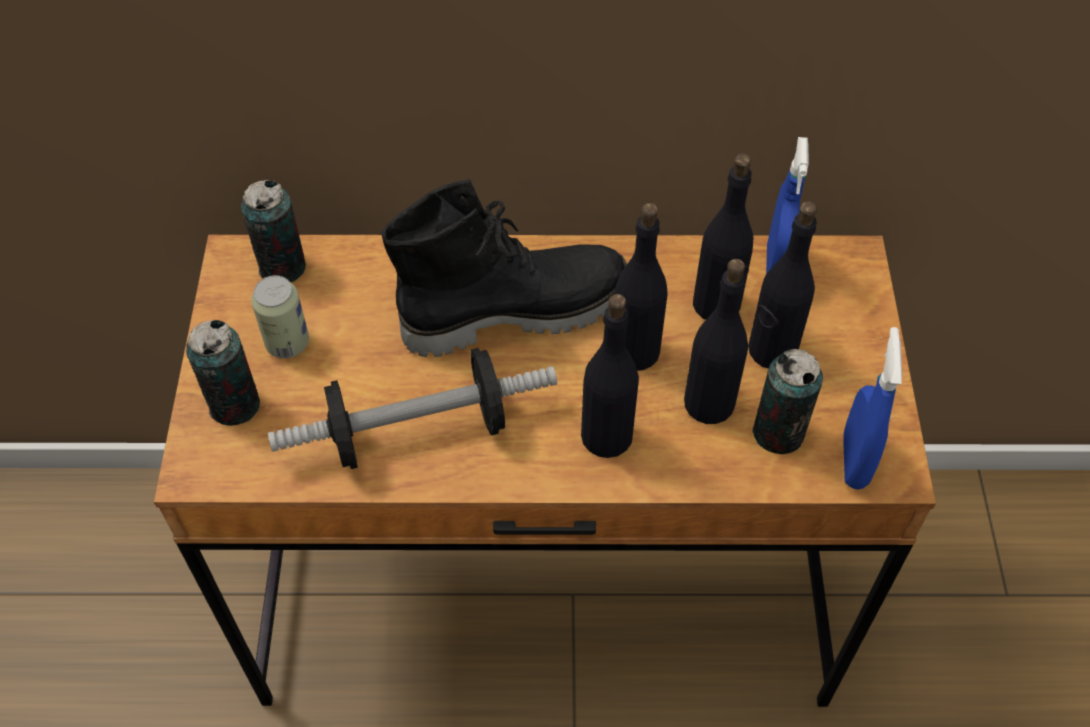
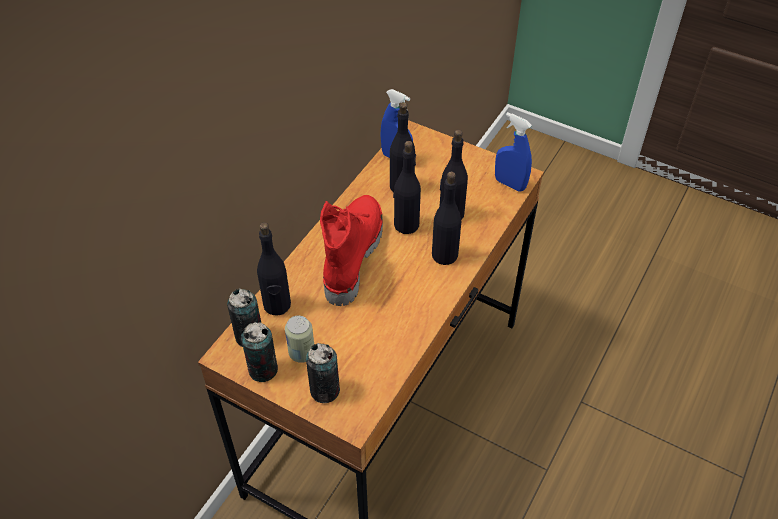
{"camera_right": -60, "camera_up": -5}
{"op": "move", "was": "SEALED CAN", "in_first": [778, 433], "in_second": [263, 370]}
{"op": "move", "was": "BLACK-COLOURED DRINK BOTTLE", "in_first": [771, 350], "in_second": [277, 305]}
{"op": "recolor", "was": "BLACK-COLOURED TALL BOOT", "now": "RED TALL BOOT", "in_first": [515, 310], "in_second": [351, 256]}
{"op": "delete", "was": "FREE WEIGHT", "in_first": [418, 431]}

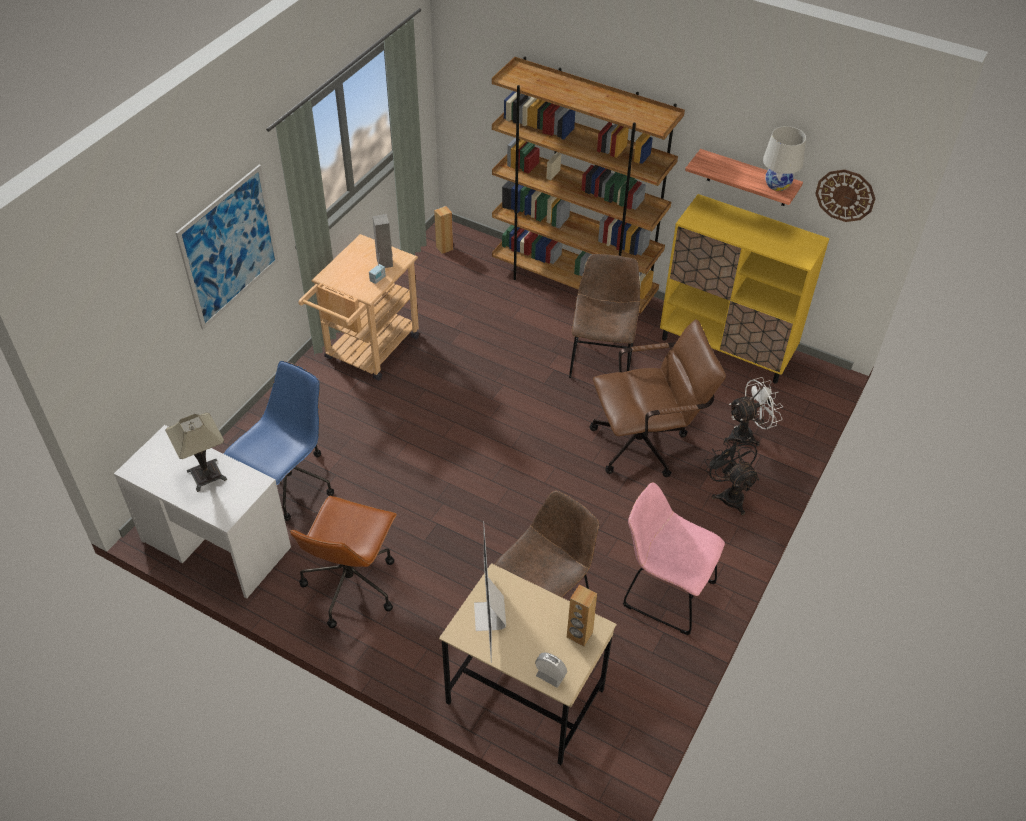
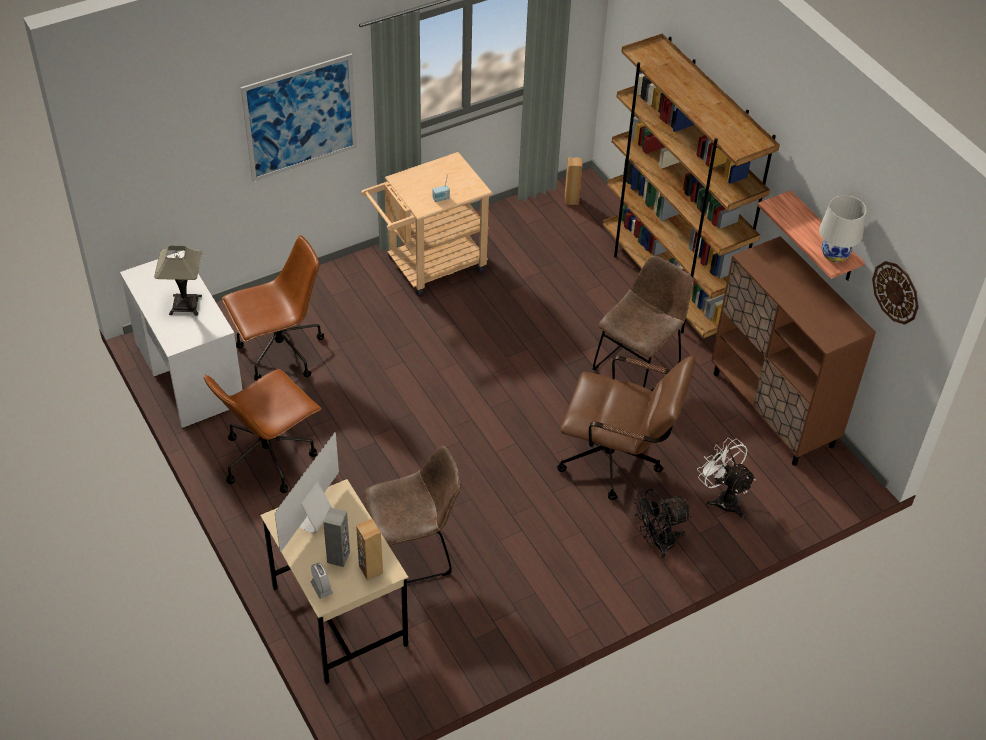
{"camera_right": 30, "camera_up": 0}
{"op": "recolor", "was": "BLUE COMPUTER CHAIR", "now": "BROWN-COLOURED COMPUTER CHAIR", "in_first": [289, 485], "in_second": [279, 353]}
{"op": "move", "was": "GREYISH SPEAKER", "in_first": [385, 262], "in_second": [339, 557]}
{"op": "rotate", "was": "BLACK-COLOURED FAN", "in_first": [728, 494], "in_second": [657, 543], "clockwise": -120}
{"op": "rotate", "was": "WHITISH FAN", "in_first": [747, 434], "in_second": [722, 498], "clockwise": -135}
{"op": "recolor", "was": "YELLOW-COLOURED CABINET", "now": "BROWN-COLOURED CABINET", "in_first": [727, 347], "in_second": [773, 410]}
{"op": "delete", "was": "PINKISH UPRIGHT CHAIR", "in_first": [664, 592]}

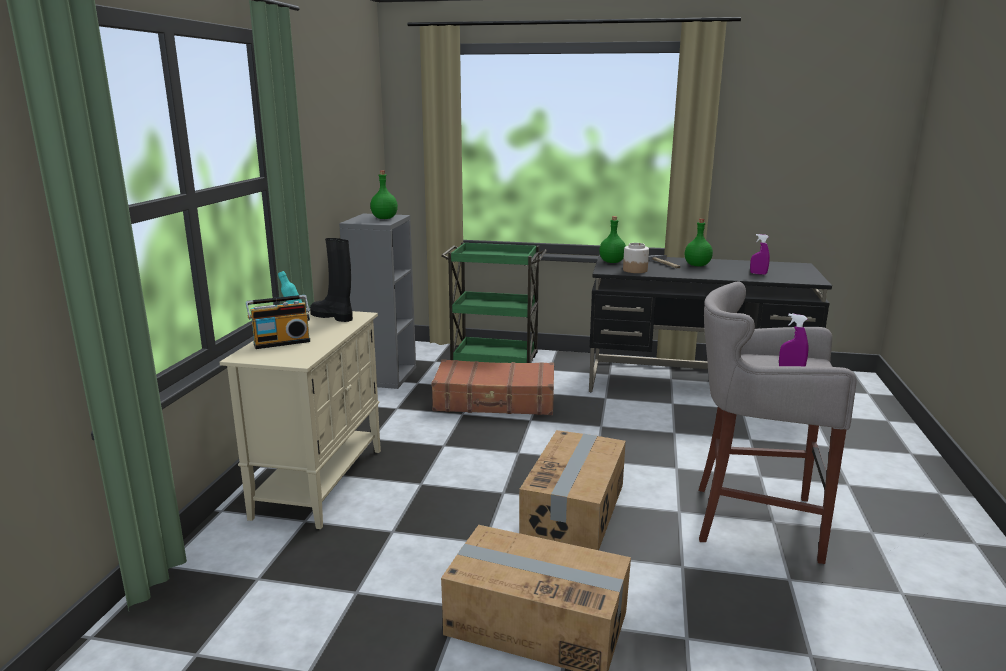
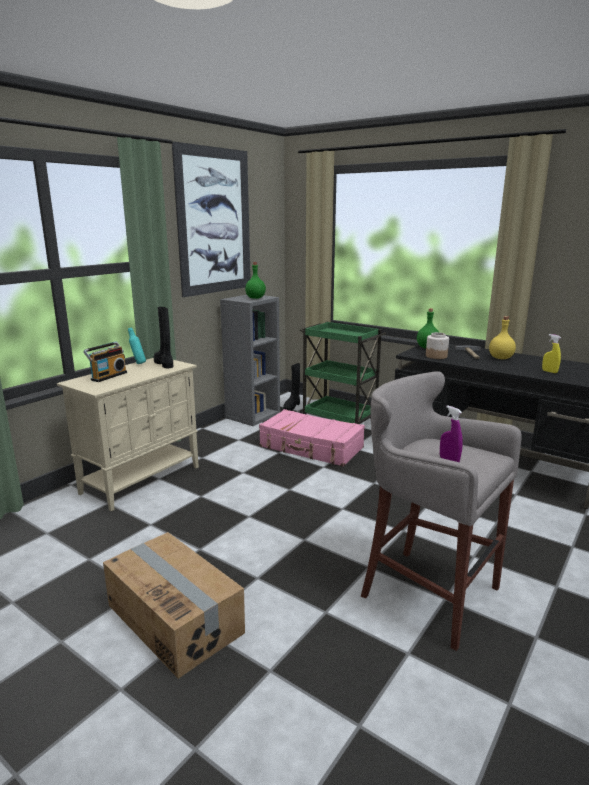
{"camera_right": 25, "camera_up": 0}
{"op": "rotate", "was": "RADIO RECEIVER", "in_first": [281, 342], "in_second": [108, 376], "clockwise": -60}
{"op": "insert", "now": "PICTURE", "in_second": [214, 222]}
{"op": "recolor", "was": "BROWN-COLOURED PIECE OF LUGGAGE", "now": "PINKISH PIECE OF LUGGAGE", "in_first": [495, 401], "in_second": [311, 447]}
{"op": "insert", "now": "BLACK-COLOURED TALL BOOT", "in_second": [292, 406]}
{"op": "recolor", "was": "GREEN-COLOURED DRINK BOTTLE", "now": "YELLOW-COLOURED DRINK BOTTLE", "in_first": [697, 265], "in_second": [500, 358]}
{"op": "recolor", "was": "PURPLISH SPRAYER", "now": "YELLOW-COLOURED SPRAYER", "in_first": [758, 274], "in_second": [549, 371]}
{"op": "delete", "was": "CARTON", "in_first": [575, 509]}

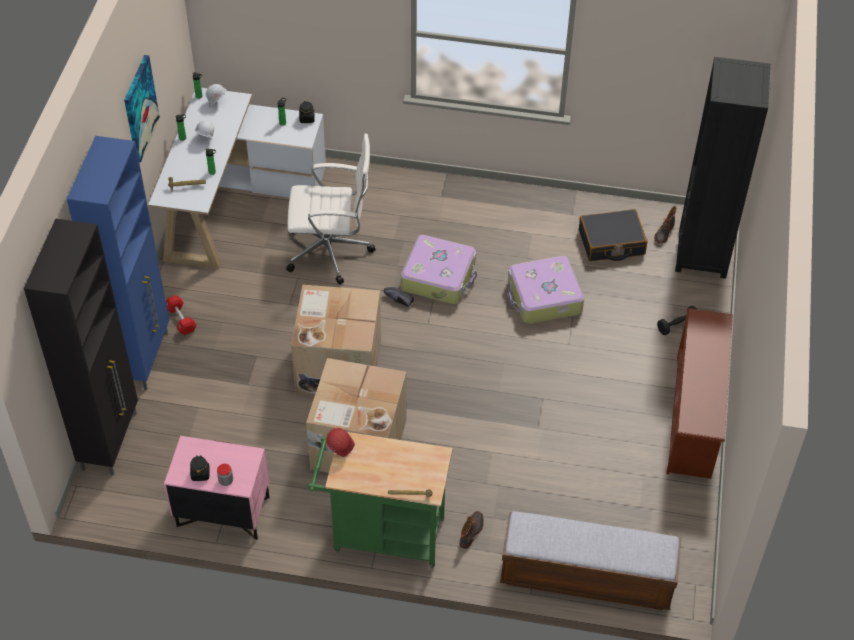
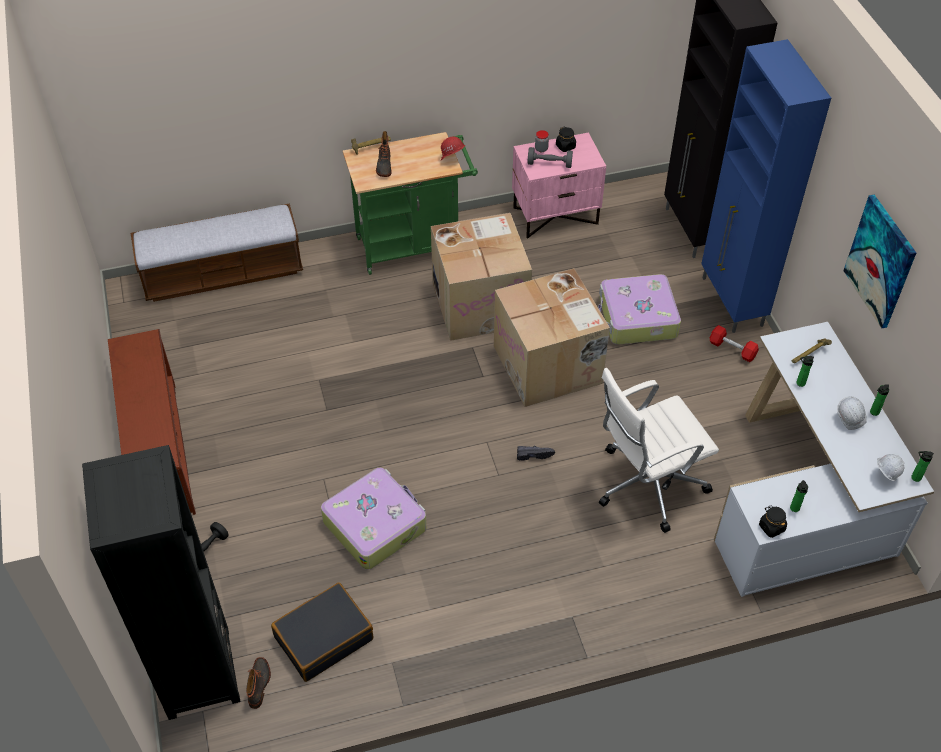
{"camera_right": 155, "camera_up": 0}
{"op": "move", "was": "TALL BOOT", "in_first": [472, 531], "in_second": [384, 165]}
{"op": "insert", "now": "GREYISH FREE WEIGHT", "in_second": [549, 164]}
{"op": "move", "was": "PIECE OF LUGGAGE", "in_first": [439, 276], "in_second": [637, 318]}

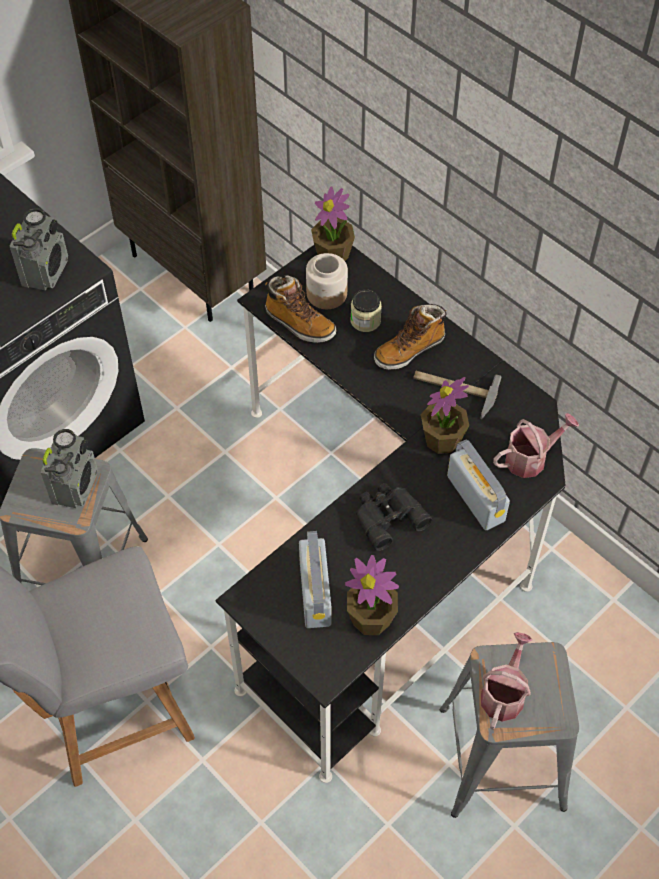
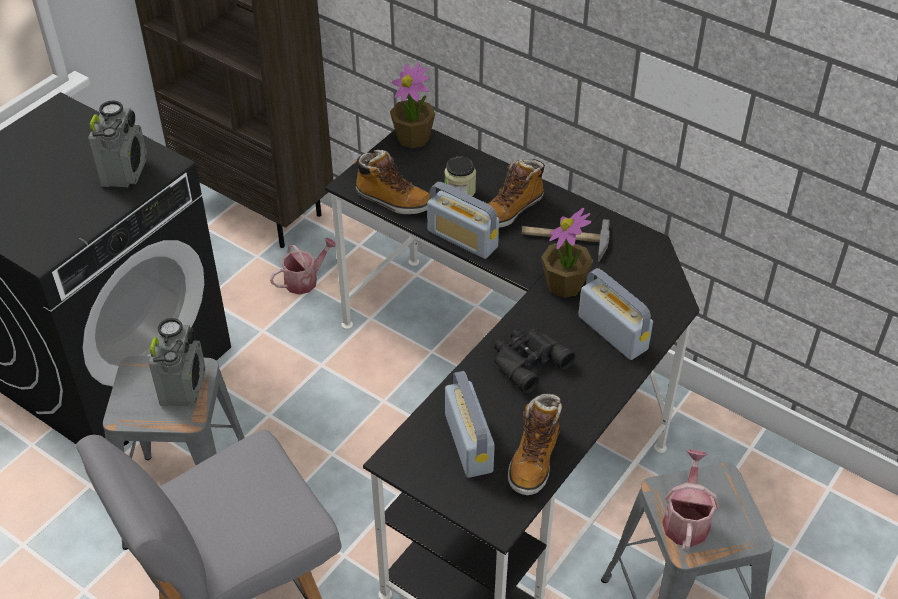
{"camera_right": -10, "camera_up": -10}
{"op": "move", "was": "WATERING POT", "in_first": [530, 458], "in_second": [305, 280]}
{"op": "insert", "now": "RADIO RECEIVER", "in_second": [462, 239]}
{"op": "replace", "was": "PLANT IN A POT", "now": "TALL BOOT", "in_first": [371, 618], "in_second": [534, 459]}
{"op": "delete", "was": "PRESERVE JAR", "in_first": [326, 294]}

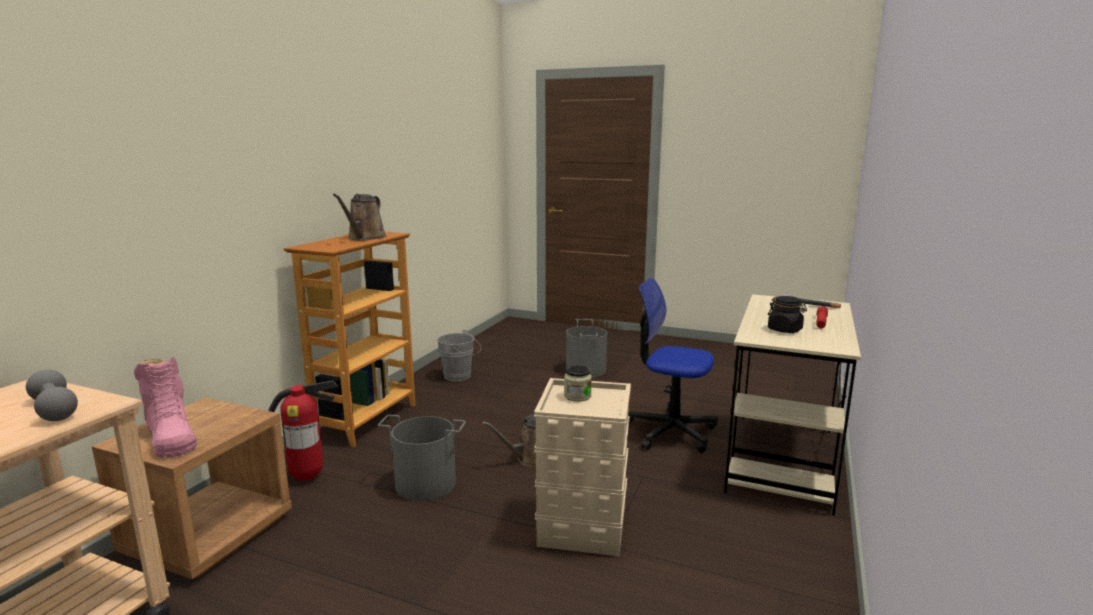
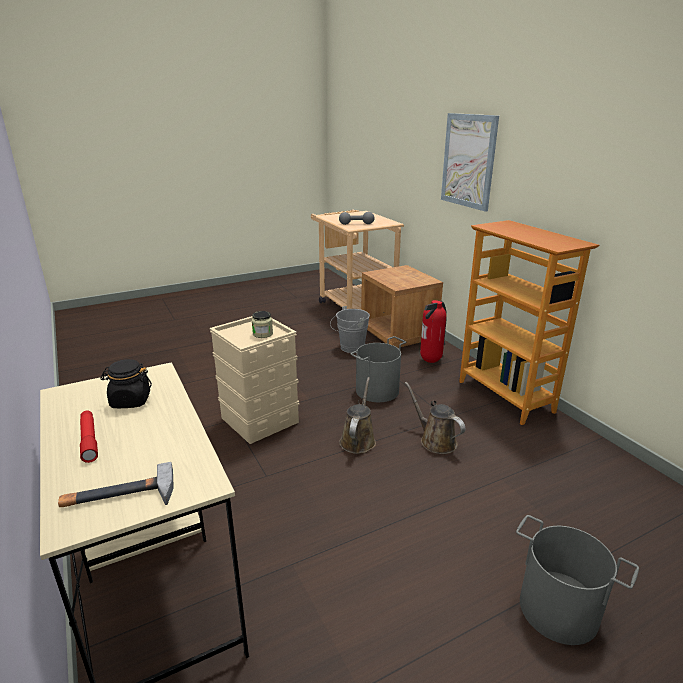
{"camera_right": 130, "camera_up": 10}
{"op": "move", "was": "GREYISH PAIL", "in_first": [460, 376], "in_second": [349, 348]}
{"op": "move", "was": "BROWN-COLOURED WATERING POT", "in_first": [365, 238], "in_second": [435, 441]}
{"op": "insert", "now": "PICTURE", "in_second": [468, 161]}
{"op": "delete", "was": "PINKISH TALL BOOT", "in_first": [171, 438]}
{"op": "delete", "was": "COMPUTER CHAIR", "in_first": [670, 431]}

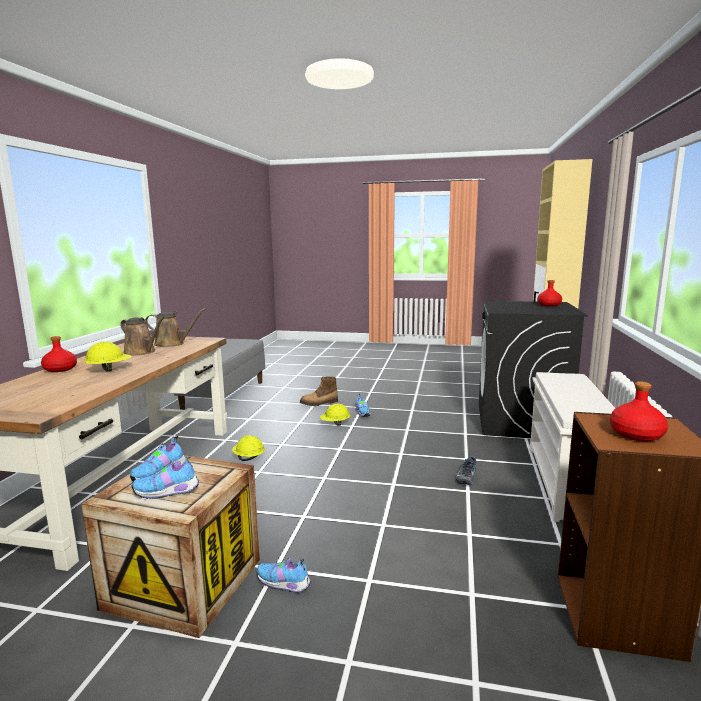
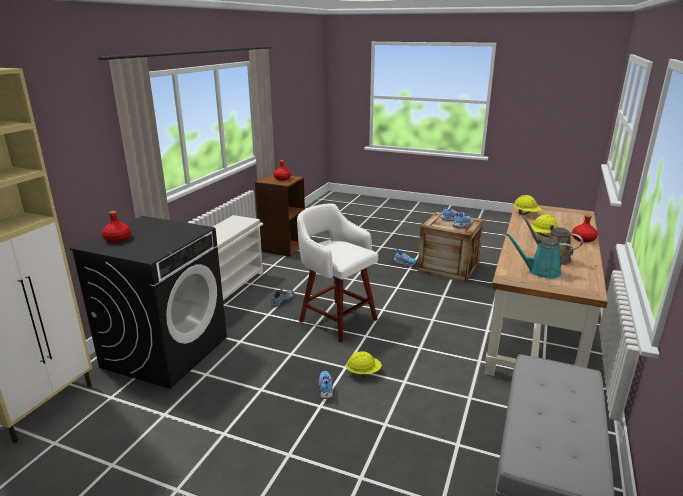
{"camera_right": -170, "camera_up": 10}
{"op": "insert", "now": "WHITISH STOOL SEAT", "in_second": [336, 319]}
{"op": "recolor", "was": "BROWN-COLOURED WATERING POT", "now": "BLUE-GREEN WATERING POT", "in_first": [172, 344], "in_second": [540, 272]}
{"op": "move", "was": "YELLOW-COLOURED HARD HAT", "in_first": [248, 458], "in_second": [526, 214]}
{"op": "delete", "was": "TALL BOOT", "in_first": [319, 403]}

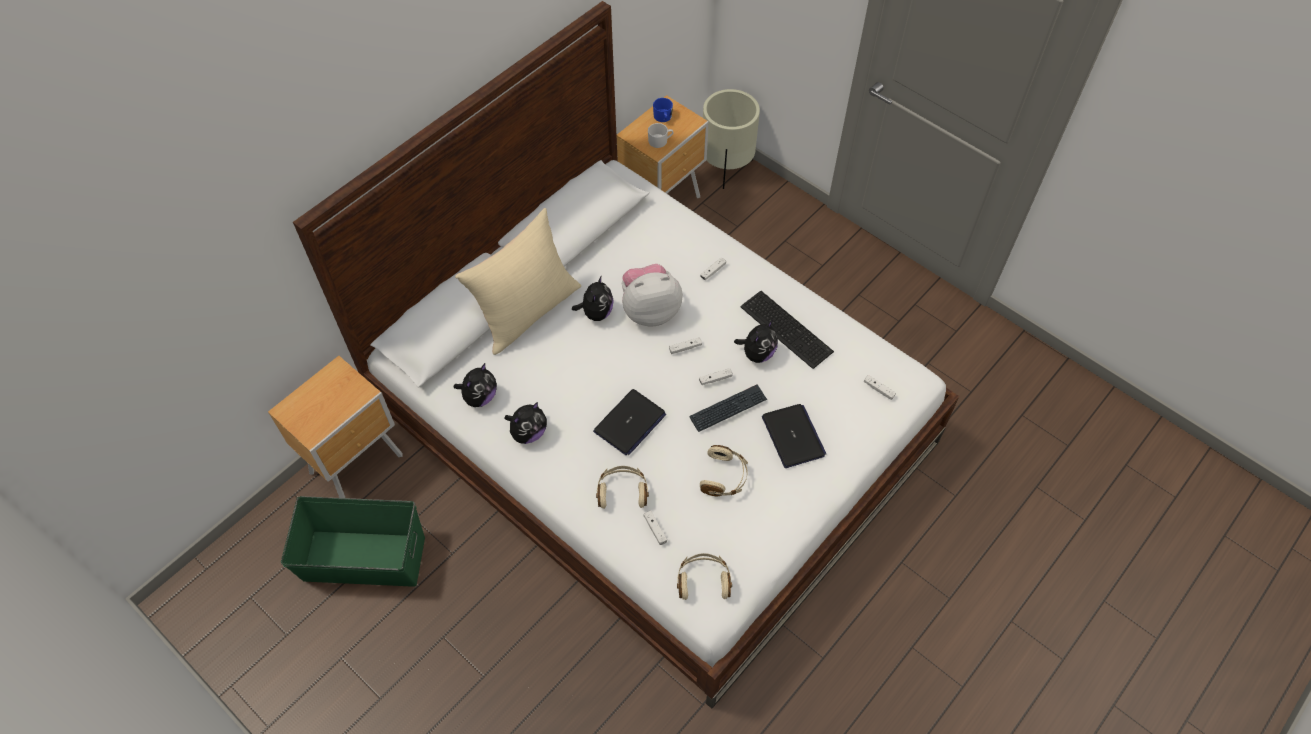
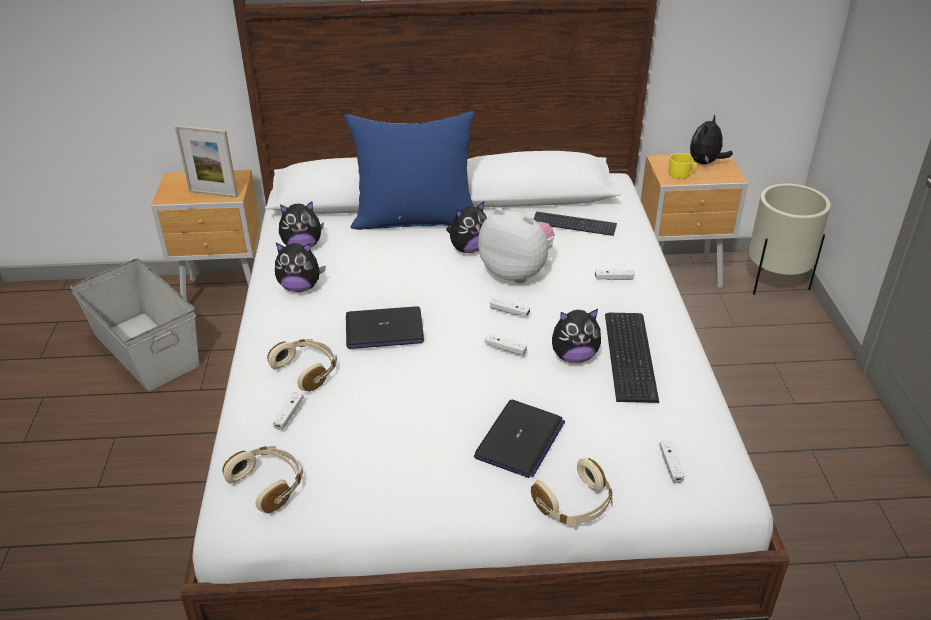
{"camera_right": 45, "camera_up": -20}
{"op": "recolor", "was": "GREEN-COLOURED STORAGE CONTAINER", "now": "GREYISH STORAGE CONTAINER", "in_first": [363, 557], "in_second": [146, 349]}
{"op": "insert", "now": "PICTURE FRAME", "in_second": [213, 194]}
{"op": "recolor", "was": "BEIGE-COLOURED CUSHION", "now": "BLUE CUSHION", "in_first": [527, 311], "in_second": [416, 219]}
{"op": "move", "was": "BEIGE-COLOURED PAIR OF HEADPHONES", "in_first": [724, 477], "in_second": [575, 505]}
{"op": "move", "was": "PC KEYBOARD", "in_first": [728, 409], "in_second": [574, 225]}
{"op": "recolor", "was": "WHITISH COFFEE MUG", "now": "YELLOW-COLOURED COFFEE MUG", "in_first": [660, 141], "in_second": [682, 175]}
{"op": "replace", "was": "BLUE COFFEE MUG", "now": "PLUSH TOY", "in_first": [663, 117], "in_second": [705, 163]}

